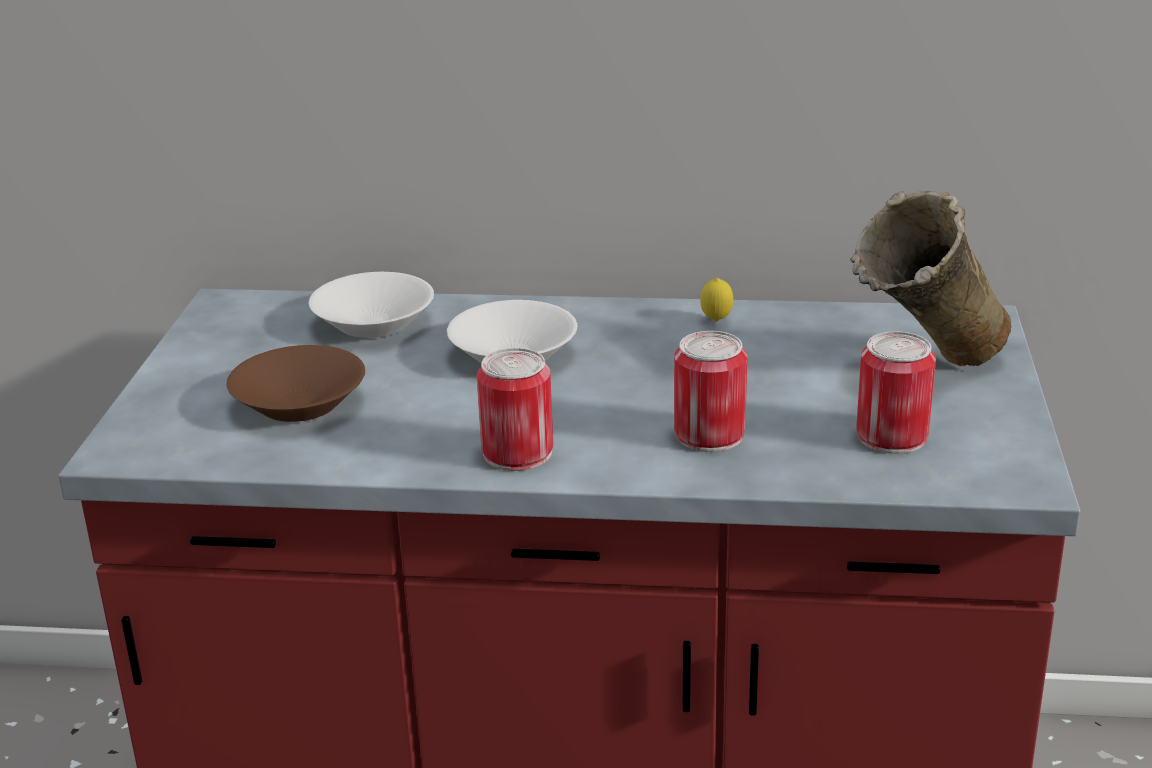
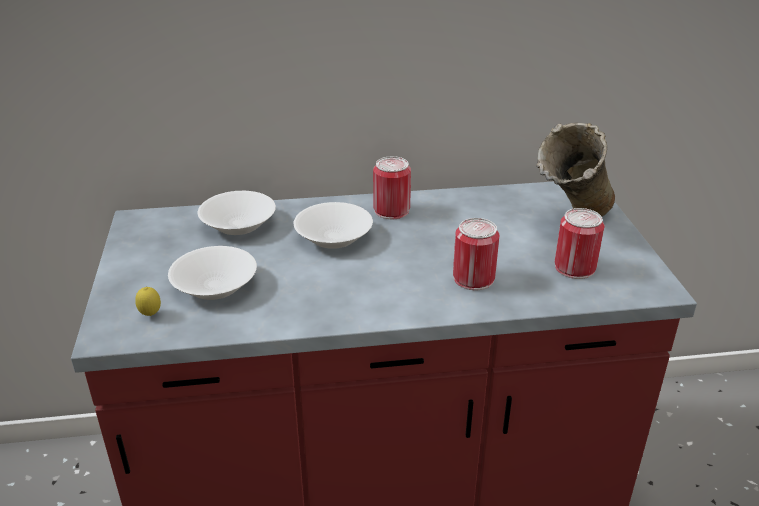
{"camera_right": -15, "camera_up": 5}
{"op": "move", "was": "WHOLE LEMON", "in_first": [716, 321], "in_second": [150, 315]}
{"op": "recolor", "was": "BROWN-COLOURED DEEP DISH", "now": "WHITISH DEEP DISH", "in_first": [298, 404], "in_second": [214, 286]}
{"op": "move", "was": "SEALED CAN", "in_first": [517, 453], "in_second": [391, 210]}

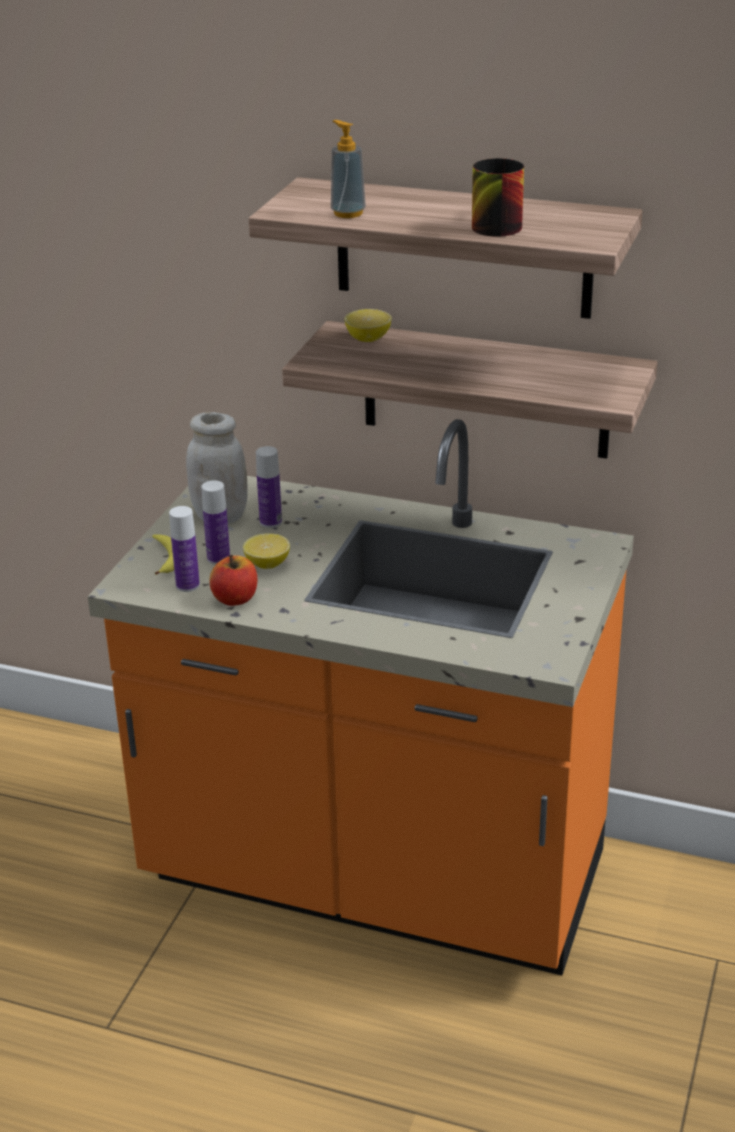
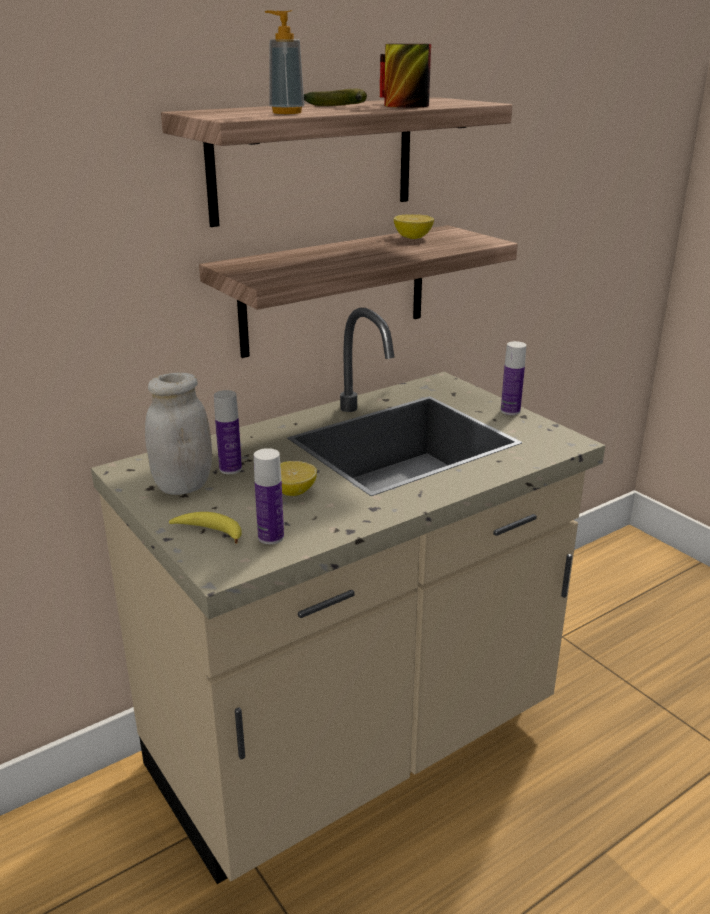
{"camera_right": -55, "camera_up": -5}
{"op": "recolor", "was": "ORANGEY COUNTER", "now": "BEIGE-COLOURED COUNTER", "in_first": [374, 879], "in_second": [355, 746]}
{"op": "insert", "now": "BANANA FRUIT", "in_second": [340, 107]}
{"op": "move", "was": "WHOLE LEMON", "in_first": [368, 339], "in_second": [413, 237]}
{"op": "move", "was": "DRINK BOTTLE", "in_first": [218, 558], "in_second": [510, 411]}
{"op": "delete", "was": "APPLE FRUIT", "in_first": [235, 598]}

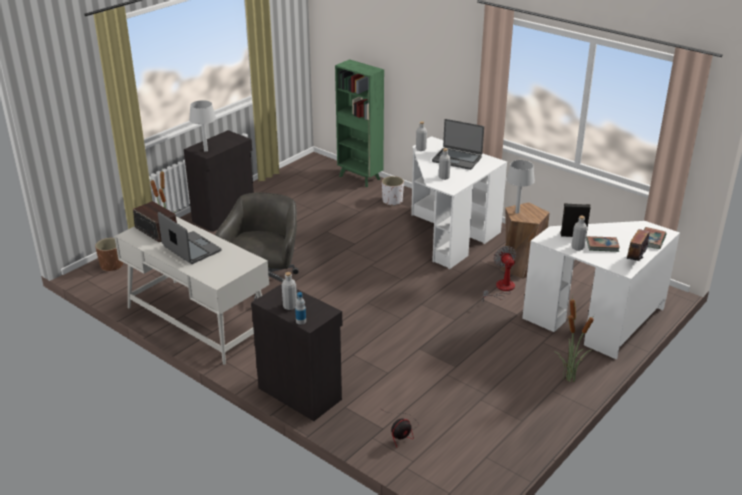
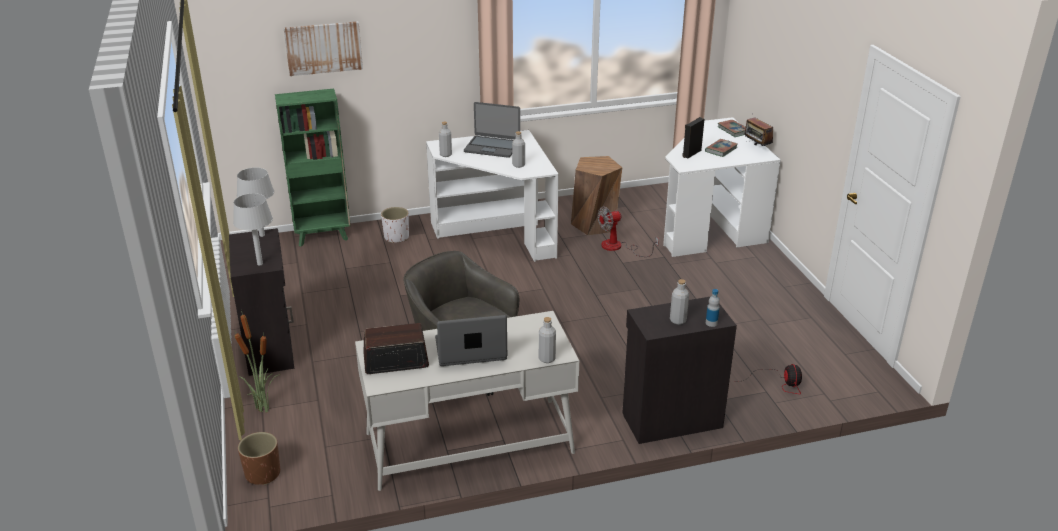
{"camera_right": -55, "camera_up": 0}
{"op": "move", "was": "GREYISH TABLE LAMP", "in_first": [516, 212], "in_second": [262, 235]}
{"op": "insert", "now": "PICTURE", "in_second": [323, 48]}
{"op": "rotate", "was": "PORTABLE COMPUTER", "in_first": [457, 159], "in_second": [492, 147], "clockwise": 45}
{"op": "move", "was": "GREYISH DRINK BOTTLE", "in_first": [577, 247], "in_second": [547, 358]}
{"op": "rotate", "was": "FAN", "in_first": [501, 289], "in_second": [618, 247], "clockwise": -45}
{"op": "delete", "was": "PLANT IN A POT", "in_first": [569, 378]}

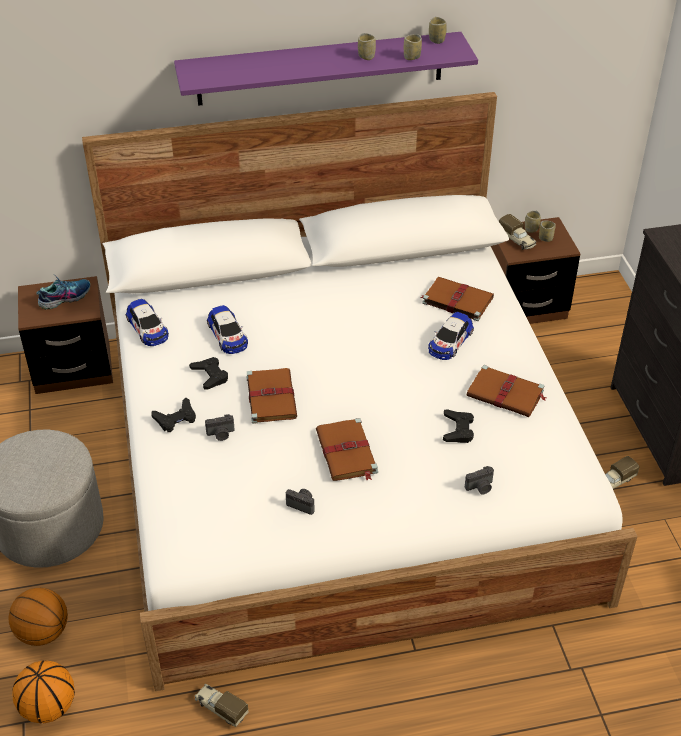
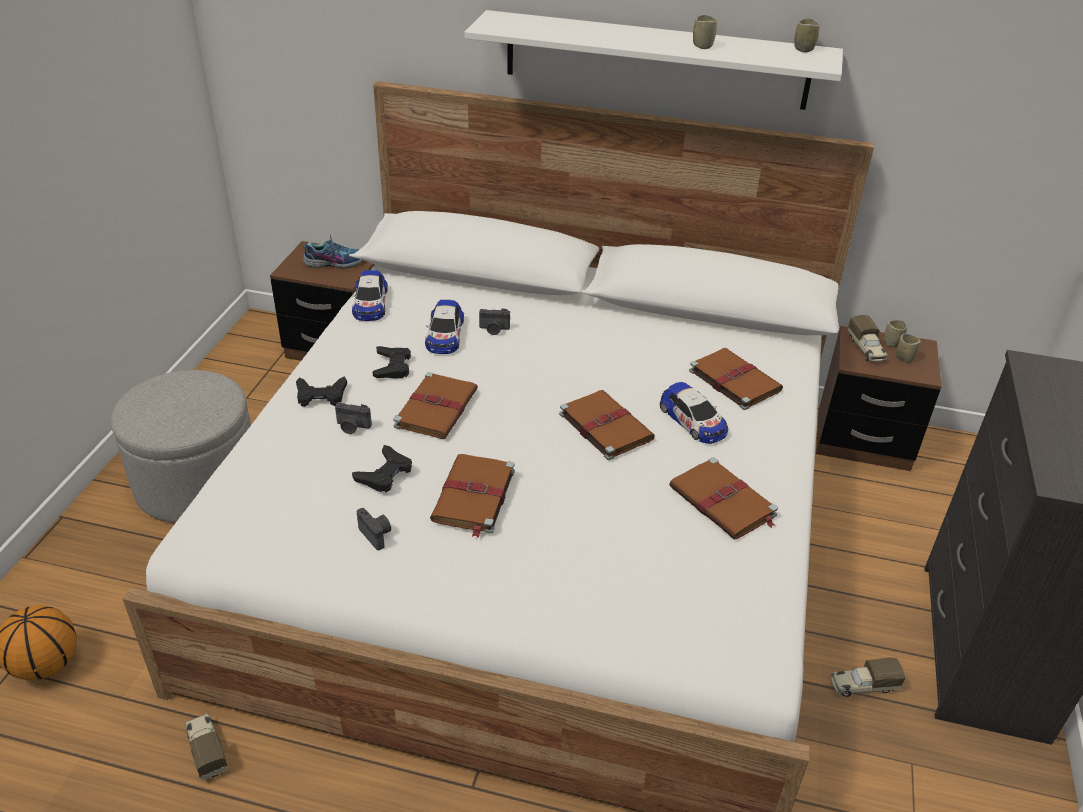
{"camera_right": 25, "camera_up": -5}
{"op": "move", "was": "BLACK-COLOURED JOYPAD", "in_first": [458, 429], "in_second": [385, 474]}
{"op": "recolor", "was": "PURPLISH SHELF", "now": "WHITISH SHELF", "in_first": [320, 68], "in_second": [655, 60]}
{"op": "move", "was": "STILL CAMERA", "in_first": [480, 487], "in_second": [494, 329]}
{"op": "insert", "now": "BROWN-COLOURED VOLUME", "in_second": [604, 426]}
{"op": "rotate", "was": "MODEL CAR", "in_first": [450, 341], "in_second": [693, 420], "clockwise": -90}
{"op": "delete", "was": "BASKETBALL BALL", "in_first": [43, 632]}
{"op": "delete", "was": "DRINKING CUP", "in_first": [412, 57]}

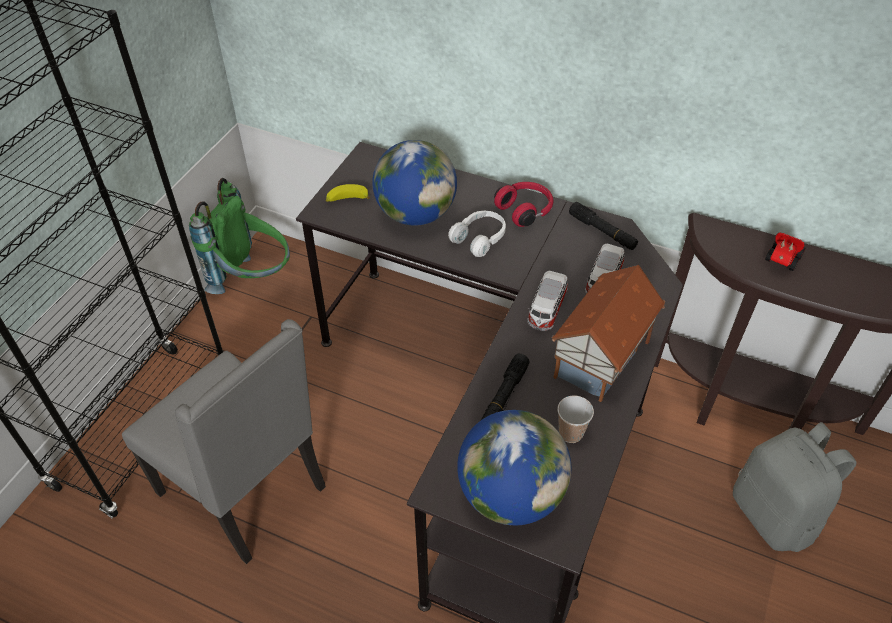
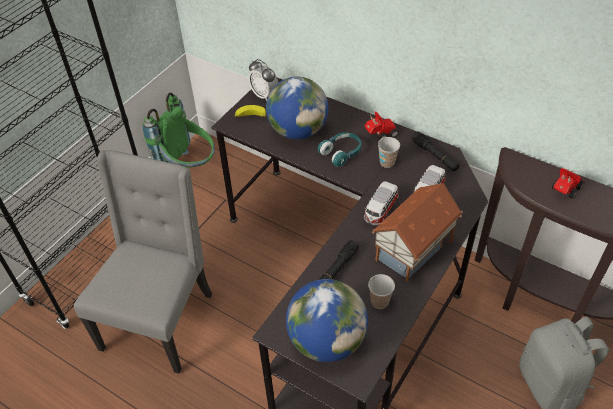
{"camera_right": 10, "camera_up": 0}
{"op": "rotate", "was": "GREYISH UPRIGHT CHAIR", "in_first": [246, 490], "in_second": [160, 320], "clockwise": -120}
{"op": "insert", "now": "BEDSIDE CLOCK", "in_second": [264, 95]}
{"op": "recolor", "was": "WHITISH PAIR OF HEADPHONES", "now": "BLUE-GREEN PAIR OF HEADPHONES", "in_first": [479, 239], "in_second": [341, 153]}
{"op": "replace", "was": "RED PAIR OF HEADPHONES", "now": "MODEL CAR", "in_first": [525, 210], "in_second": [380, 134]}
{"op": "insert", "now": "DRINKING CUP", "in_second": [387, 162]}

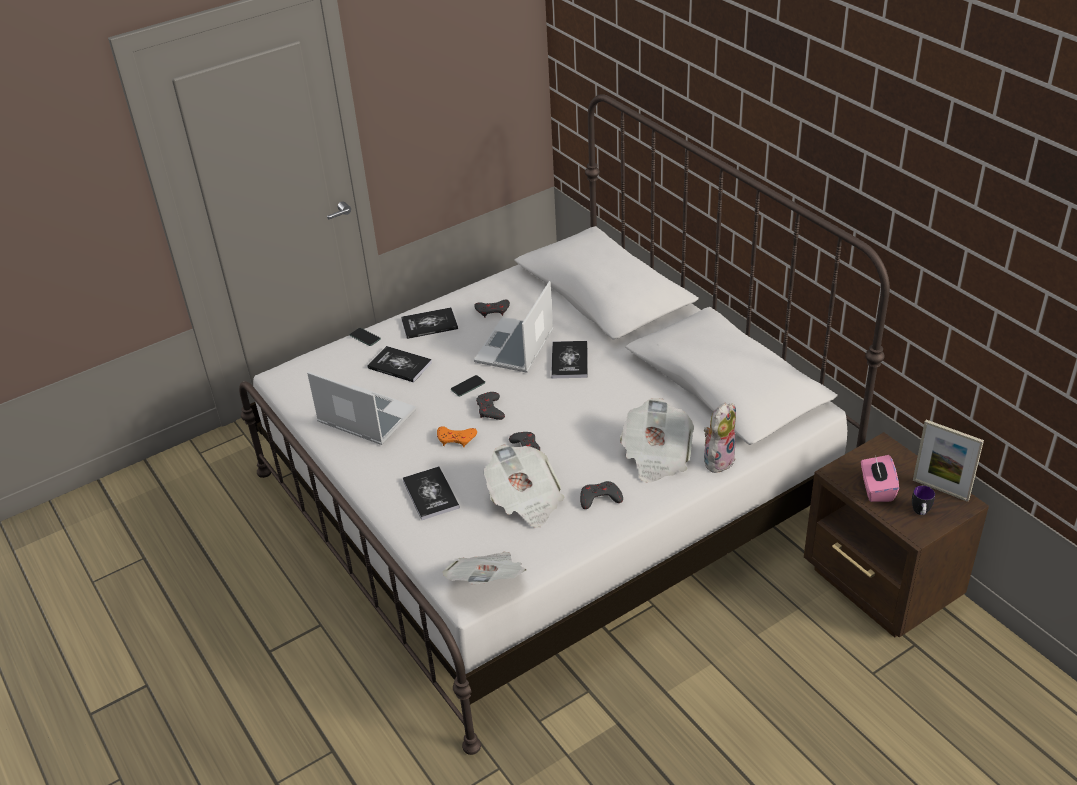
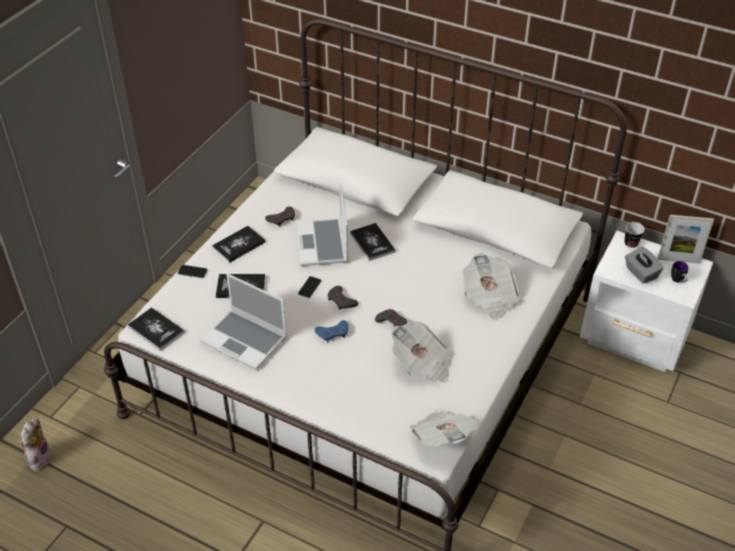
{"camera_right": -30, "camera_up": 5}
{"op": "move", "was": "PLUSH TOY", "in_first": [718, 459], "in_second": [38, 458]}
{"op": "move", "was": "VOLUME", "in_first": [431, 494], "in_second": [156, 329]}
{"op": "rotate", "was": "PORTABLE COMPUTER", "in_first": [365, 417], "in_second": [246, 340], "clockwise": -150}
{"op": "recolor", "was": "ORANGEY JOYPAD", "now": "BLUE JOYPAD", "in_first": [456, 439], "in_second": [333, 333]}
{"op": "recolor", "was": "BROWN-COLOURED NIGHTSTAND", "now": "WHITISH NIGHTSTAND", "in_first": [881, 586], "in_second": [635, 339]}
{"op": "insert", "now": "DRINKING CUP", "in_second": [631, 243]}
{"op": "recolor", "was": "PINKISH TISSUE BOX", "now": "GREYISH TISSUE BOX", "in_first": [876, 489], "in_second": [640, 273]}
{"op": "delete", "was": "GREYISH JOYPAD", "in_first": [600, 498]}

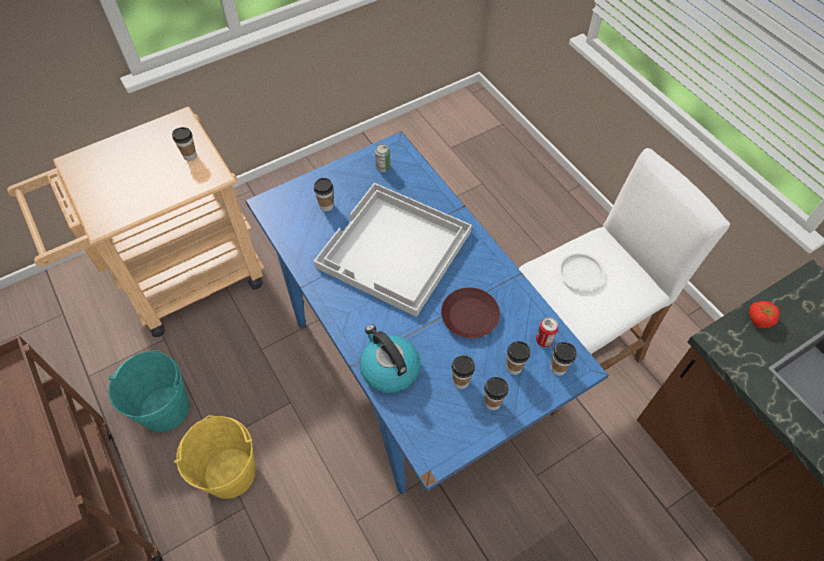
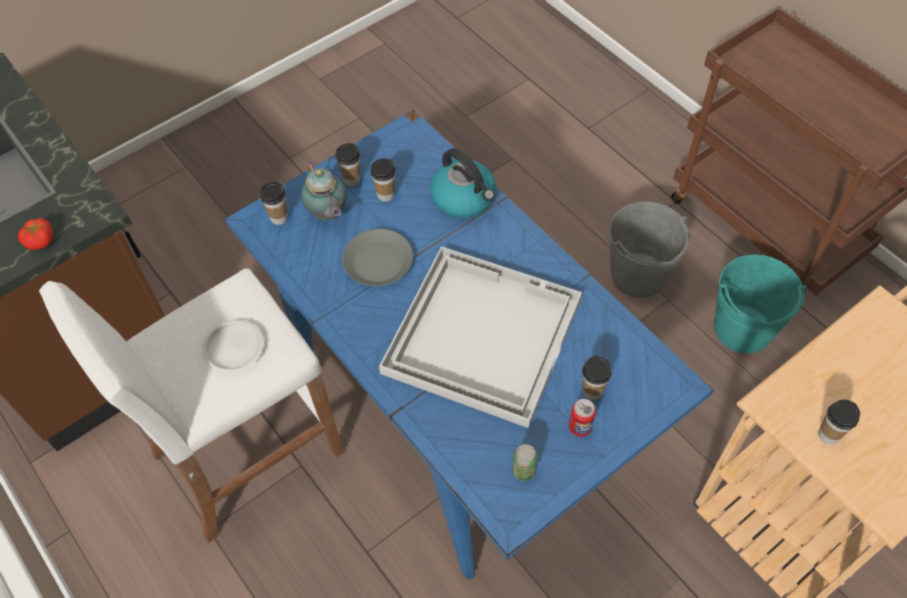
{"camera_right": 175, "camera_up": 0}
{"op": "replace", "was": "DRINKING CUP", "now": "TEAPOT", "in_first": [514, 367], "in_second": [327, 214]}
{"op": "recolor", "was": "BROWN-COLOURED FLAT DISH", "now": "GREYISH FLAT DISH", "in_first": [469, 316], "in_second": [379, 262]}
{"op": "move", "was": "SEALED CAN", "in_first": [544, 340], "in_second": [580, 427]}
{"op": "recolor", "was": "YELLOW-COLOURED PAIL", "now": "GREYISH PAIL", "in_first": [230, 473], "in_second": [638, 275]}

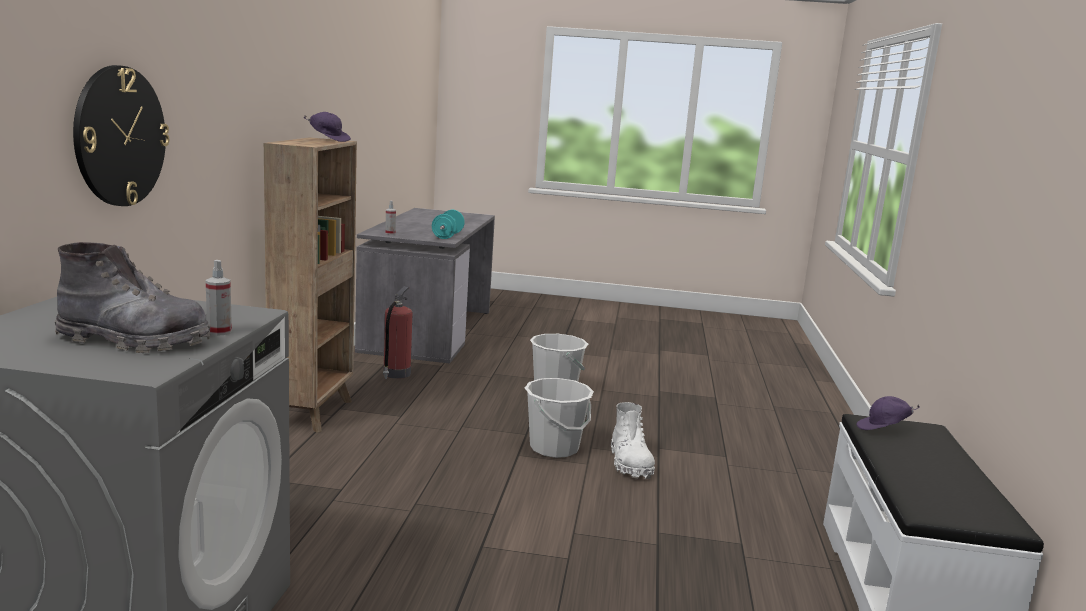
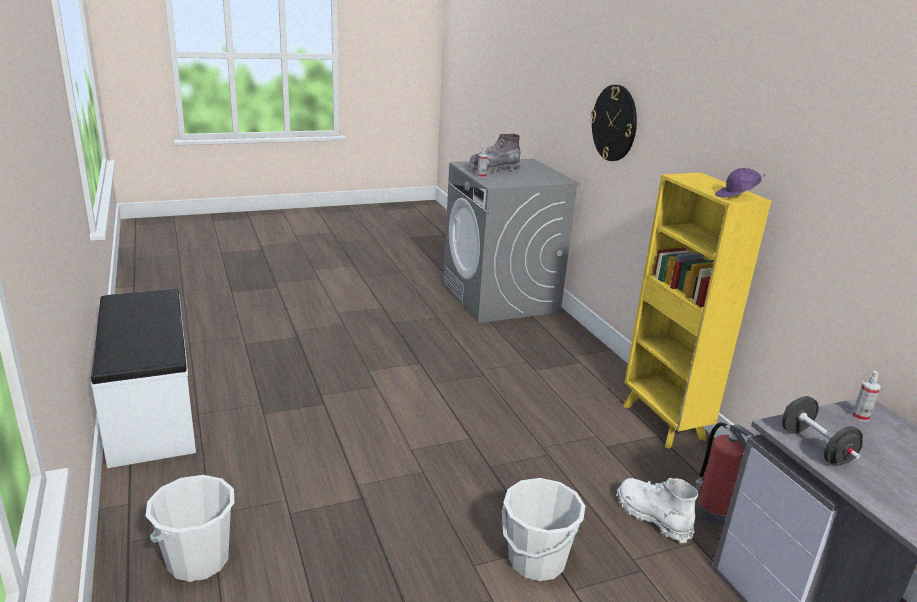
{"camera_right": 150, "camera_up": 10}
{"op": "move", "was": "WHITISH PAIL", "in_first": [554, 448], "in_second": [198, 560]}
{"op": "move", "was": "WHITISH TALL BOOT", "in_first": [630, 463], "in_second": [652, 517]}
{"op": "recolor", "was": "BROWN-COLOURED SHELVING UNIT", "now": "YELLOW-COLOURED SHELVING UNIT", "in_first": [313, 412], "in_second": [664, 423]}
{"op": "recolor", "was": "BLUE-GREEN FREE WEIGHT", "now": "BLACK-COLOURED FREE WEIGHT", "in_first": [447, 236], "in_second": [815, 447]}
{"op": "delete", "was": "PURPLISH BASEBALL CAP", "in_first": [883, 429]}

